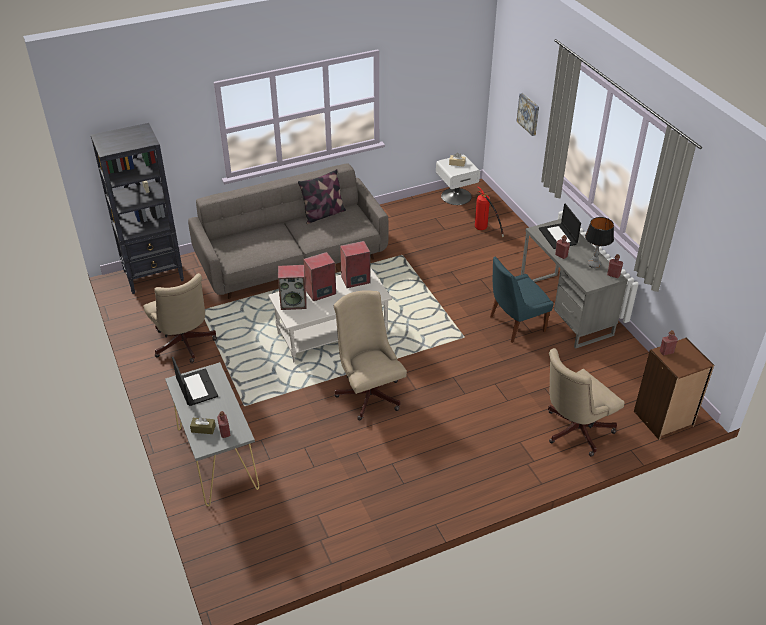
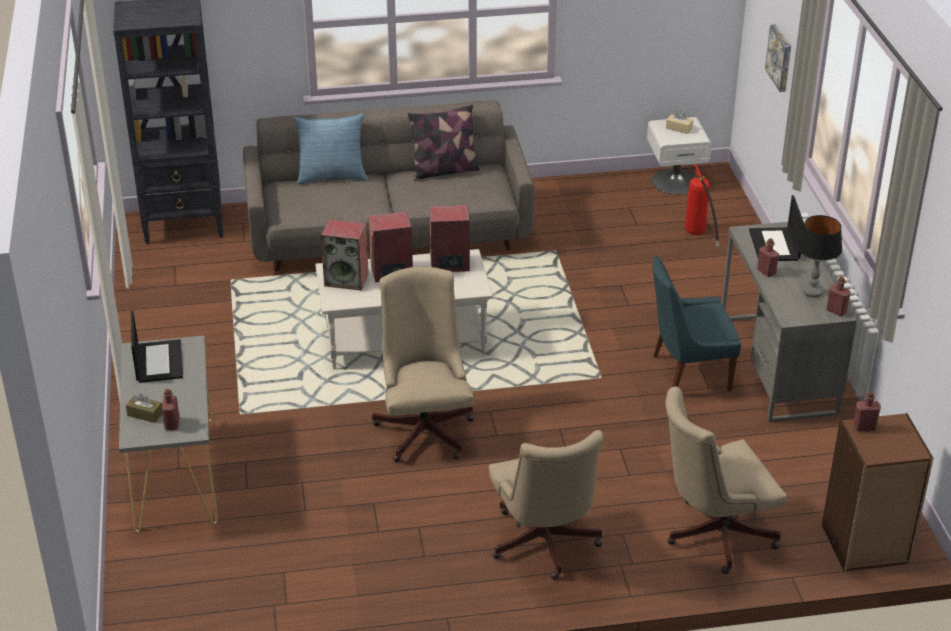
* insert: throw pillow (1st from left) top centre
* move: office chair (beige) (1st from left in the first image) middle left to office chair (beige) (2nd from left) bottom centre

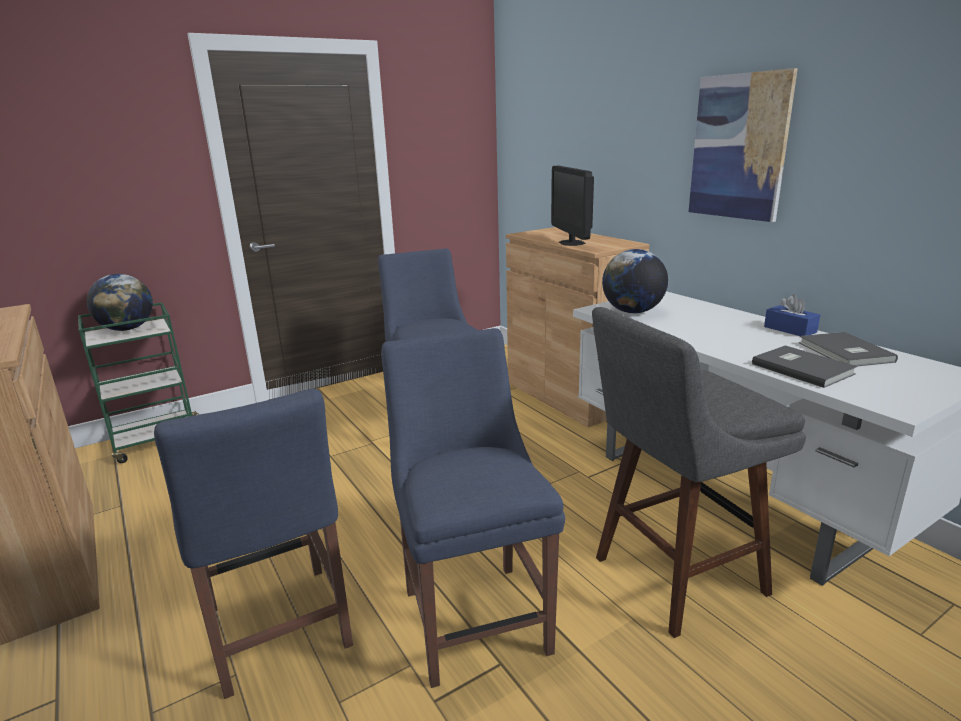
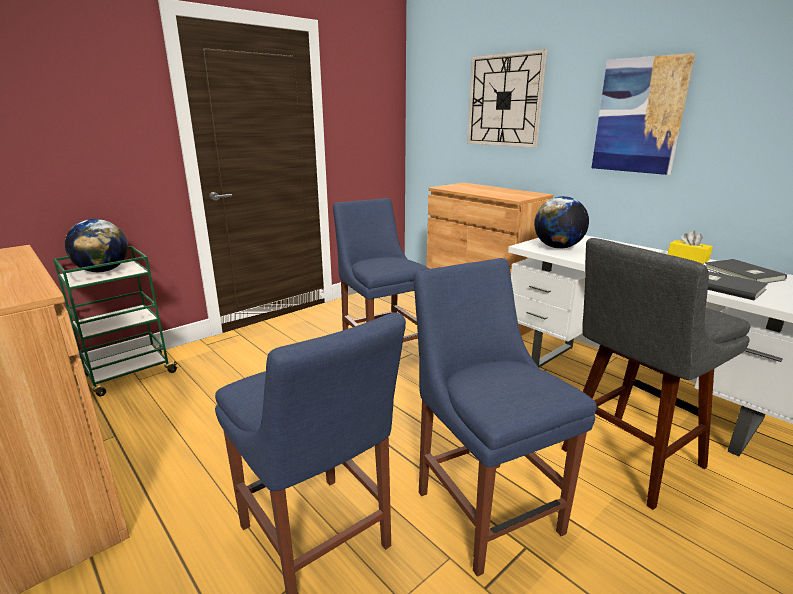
* insert: hanging clock top centre
* recolor: tissue holder (bluish) middle right to tissue holder (yellow) middle right
* delete: monitor top centre

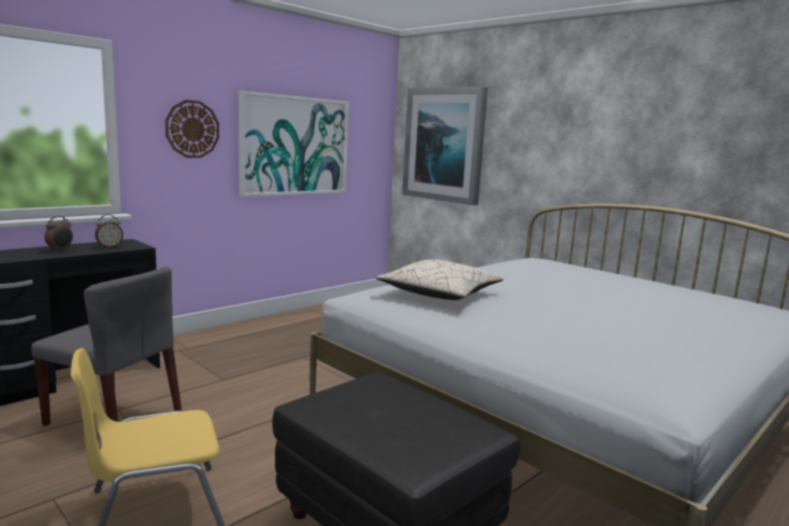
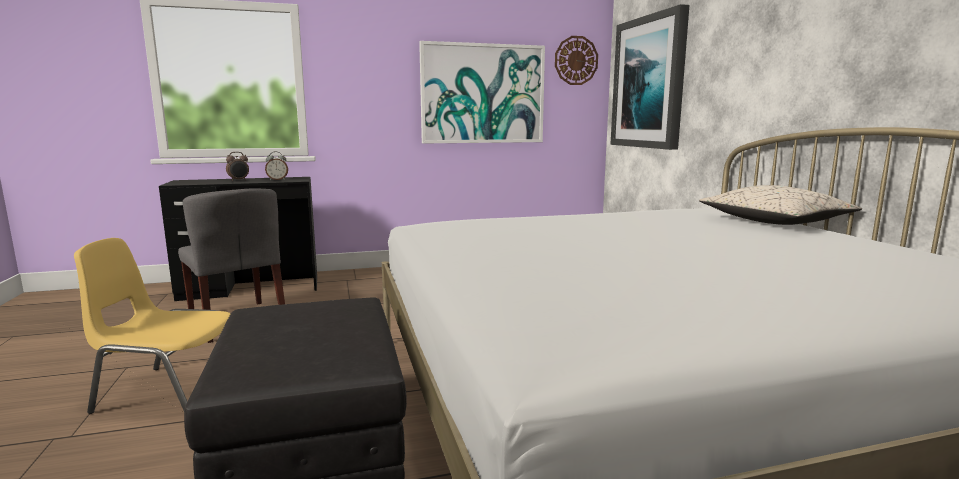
* move: hanging clock top left to top centre
* move: throw pillow (beige) centre to middle right

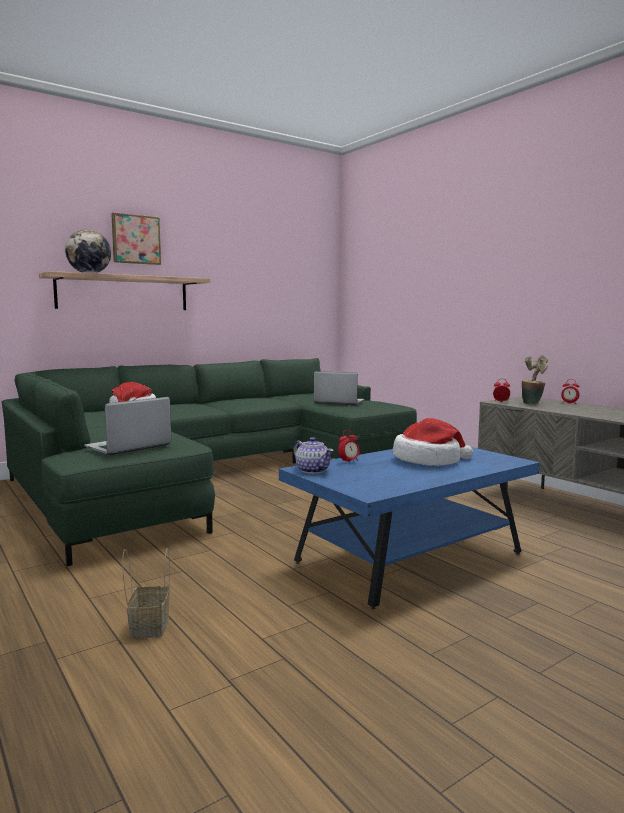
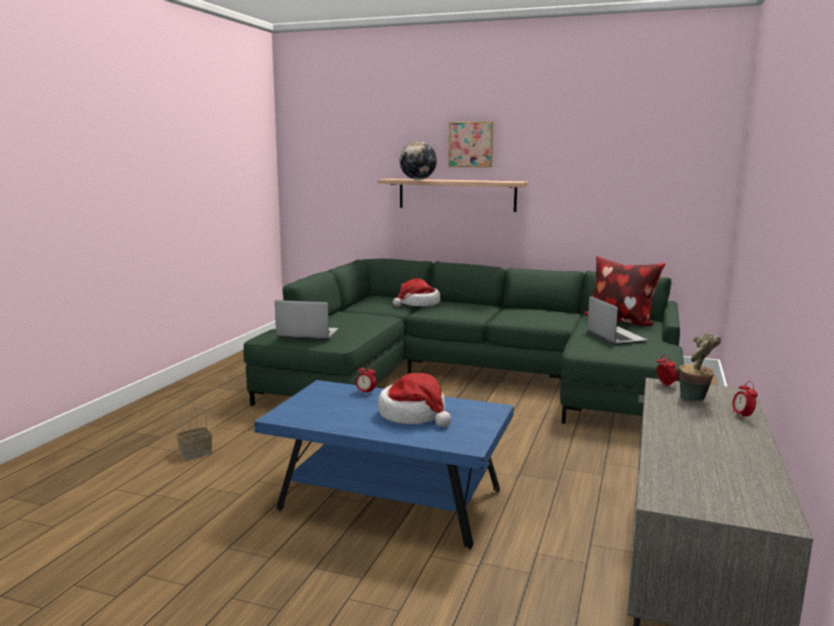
* insert: throw pillow middle right
* delete: tea pot centre

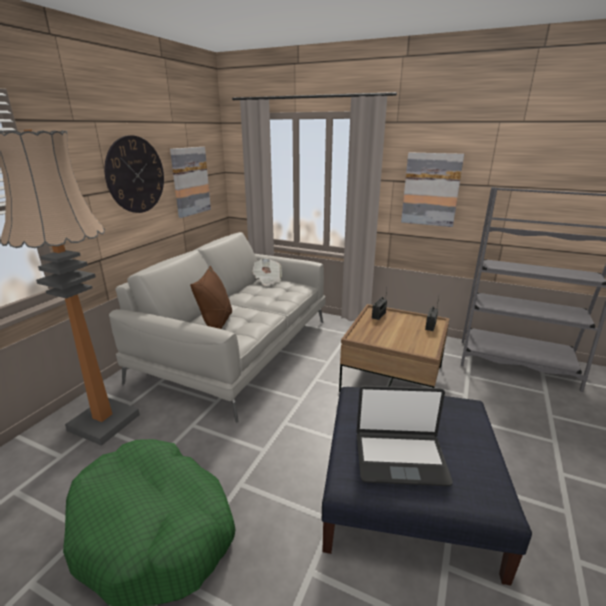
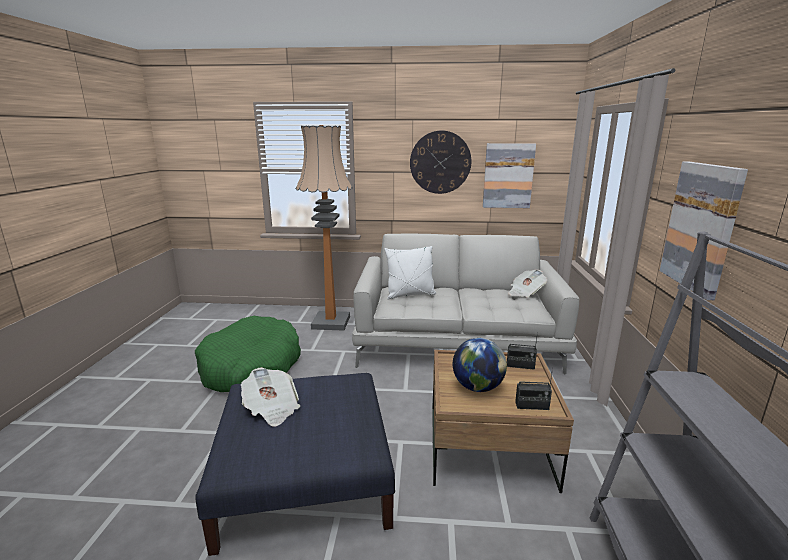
* replace: notebook computer bottom right to daily paper (1st from left) bottom centre
* recolor: throw pillow (brown-coloured) centre to throw pillow (white-coloured) centre
* insert: globe centre

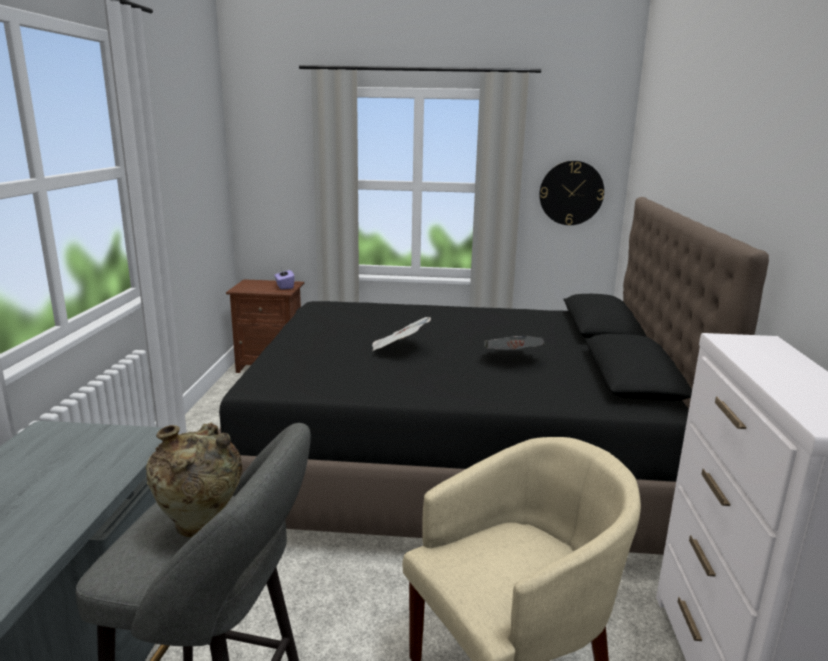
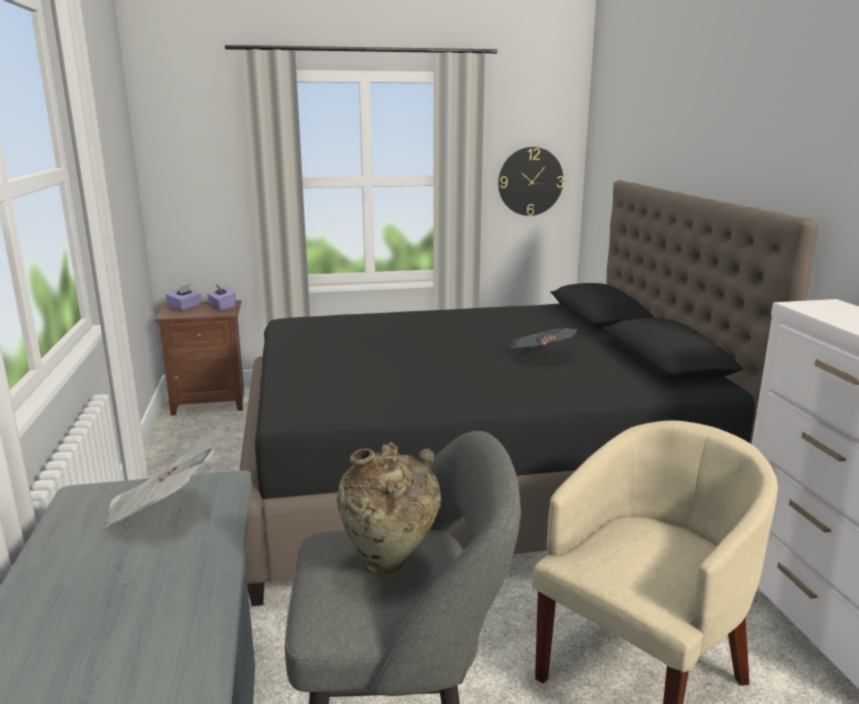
* move: daily paper (1st from left) centre to bottom left
* insert: tissue holder (purplish) (1st from left) middle left

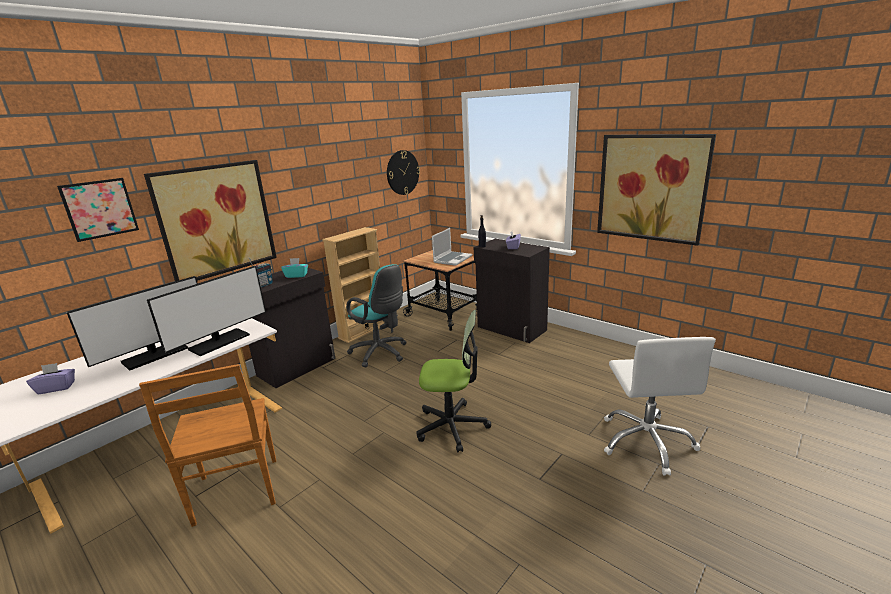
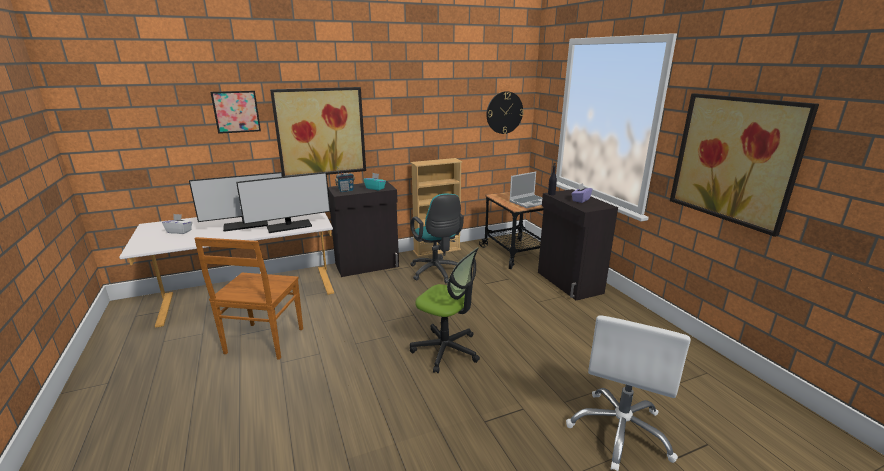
* recolor: tissue holder (purplish) (1st from left) middle left to tissue holder (white-coloured) middle left

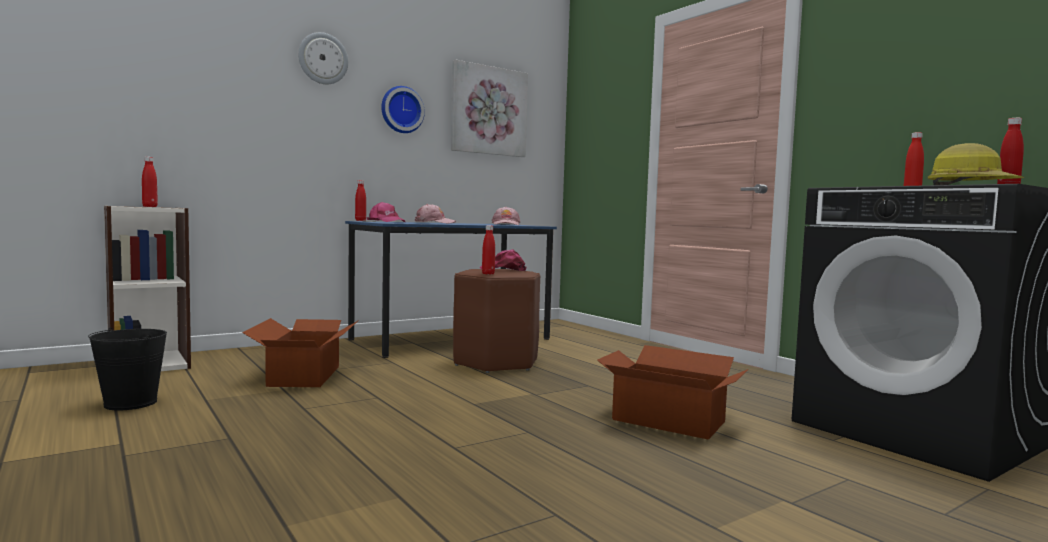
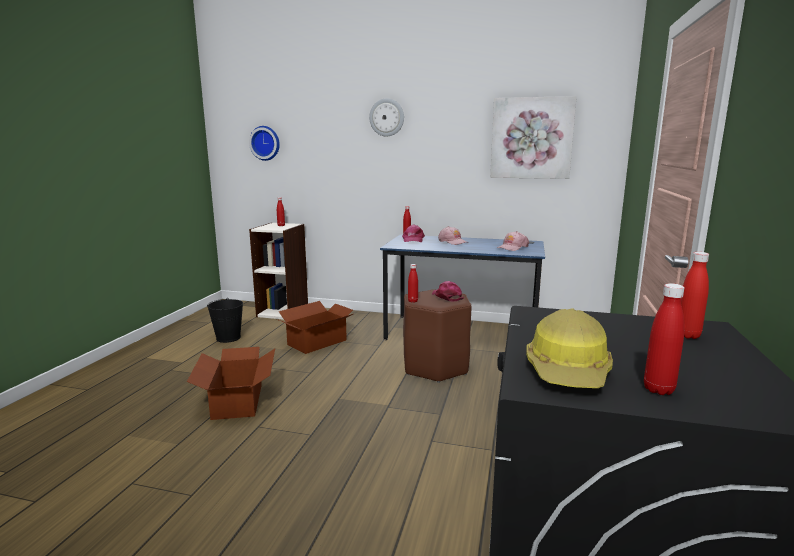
* move: packing box (2nd from left in the first image) bottom centre to packing box (1st from left) bottom left
* move: hanging clock (2nd from left in the first image) top centre to hanging clock (1st from left) top left

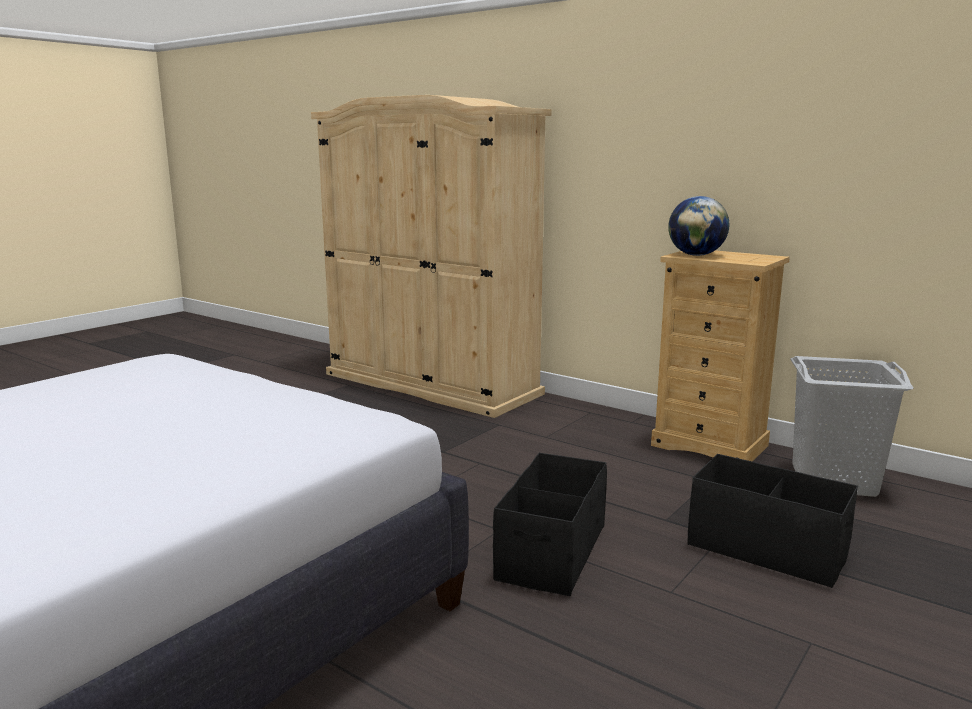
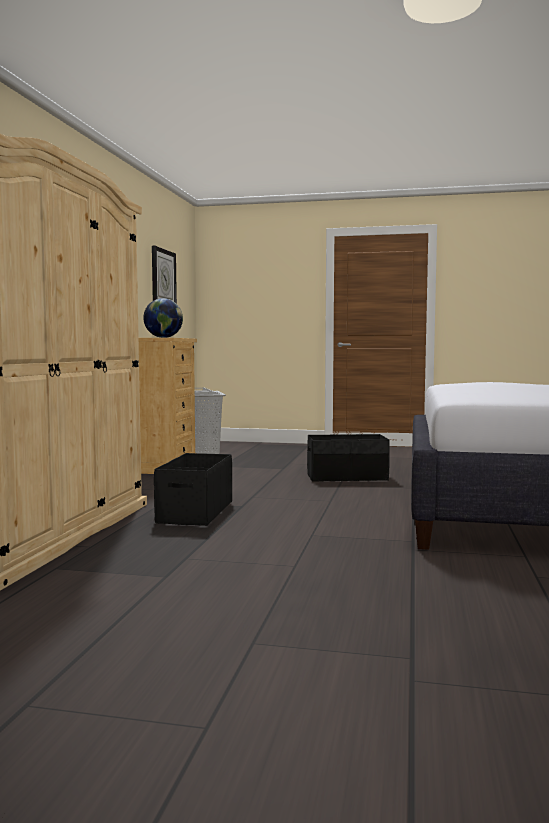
* insert: hanging clock middle left
* move: storage container (blackish) (2nd from left in the first image) bottom right to storage container (blackish) (1st from left) centre

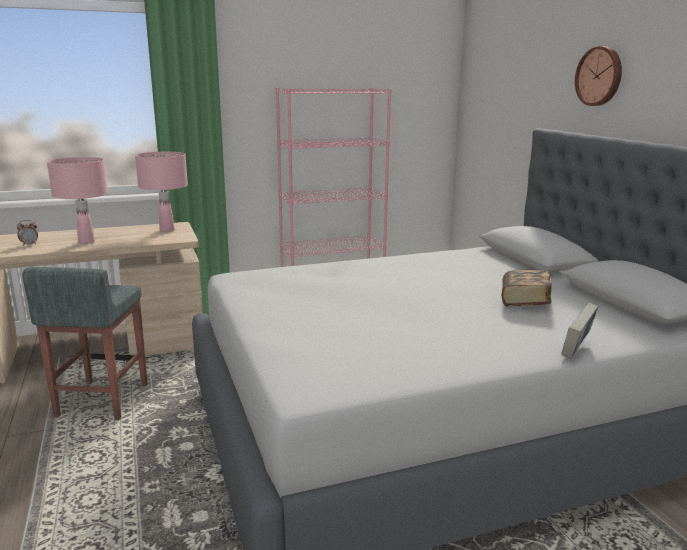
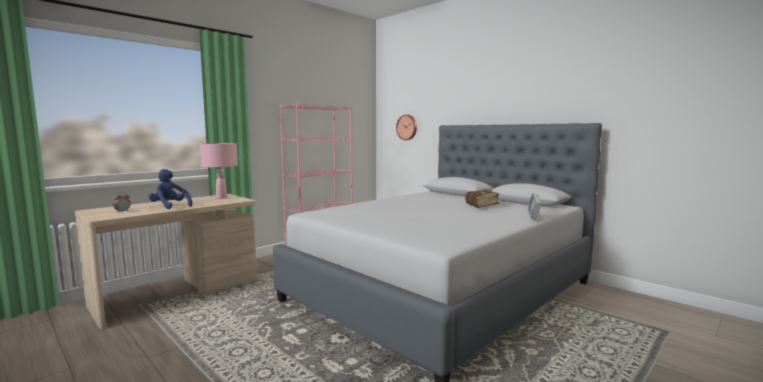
* replace: lamp for a table (pink-coloured) (1st from left) middle left to soft toy (bluish) middle left
* move: hanging clock top right to top centre
* delete: stool (greyish) middle left

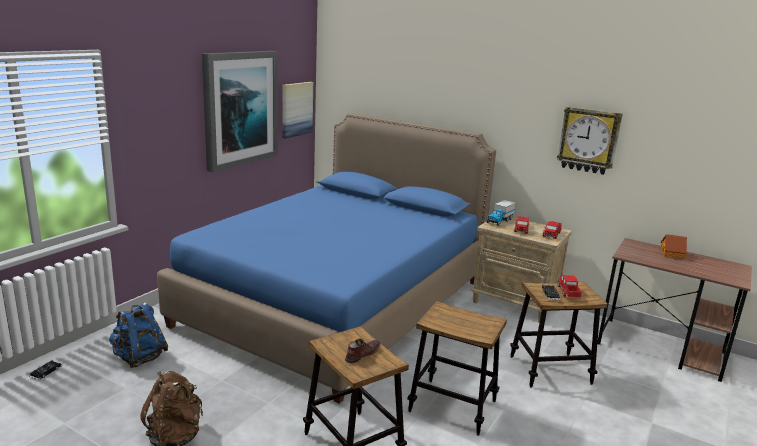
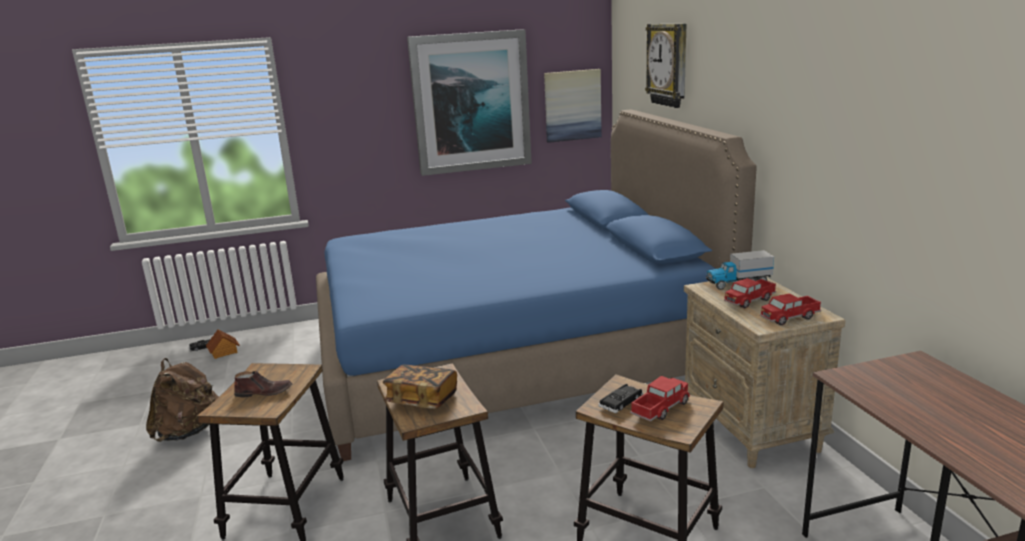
* move: miniature house middle right to middle left
* insert: volume bottom centre
* move: hanging clock top right to top centre
* delete: rucksack (bluish) bottom left

